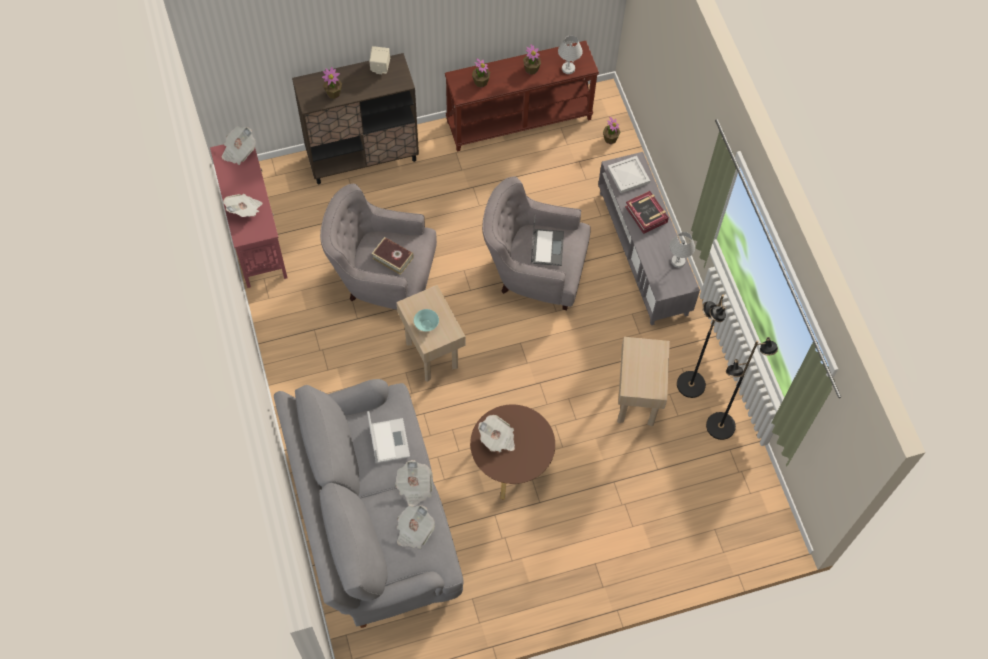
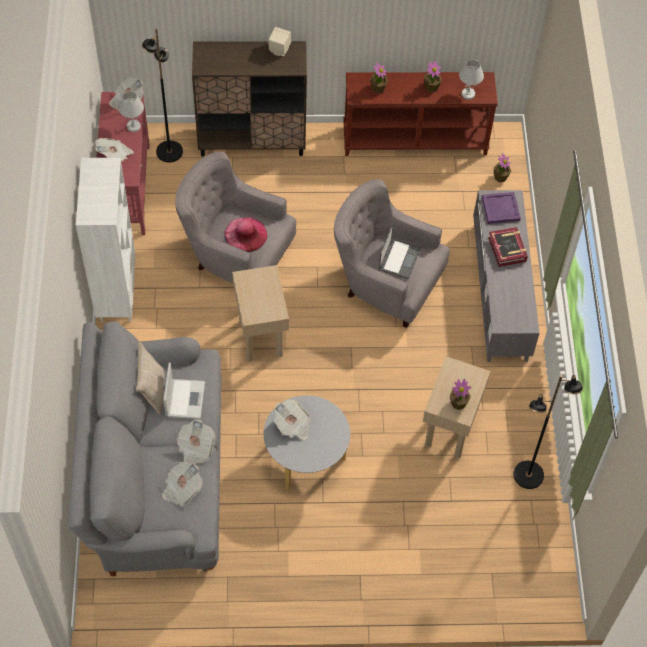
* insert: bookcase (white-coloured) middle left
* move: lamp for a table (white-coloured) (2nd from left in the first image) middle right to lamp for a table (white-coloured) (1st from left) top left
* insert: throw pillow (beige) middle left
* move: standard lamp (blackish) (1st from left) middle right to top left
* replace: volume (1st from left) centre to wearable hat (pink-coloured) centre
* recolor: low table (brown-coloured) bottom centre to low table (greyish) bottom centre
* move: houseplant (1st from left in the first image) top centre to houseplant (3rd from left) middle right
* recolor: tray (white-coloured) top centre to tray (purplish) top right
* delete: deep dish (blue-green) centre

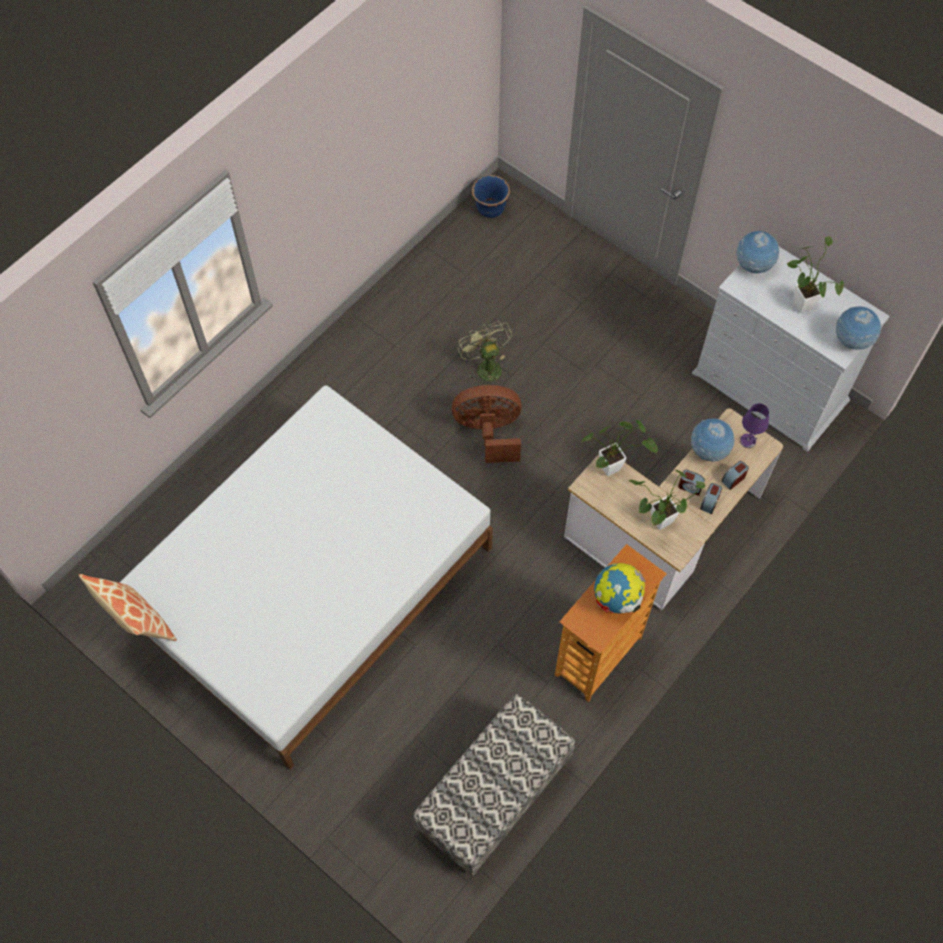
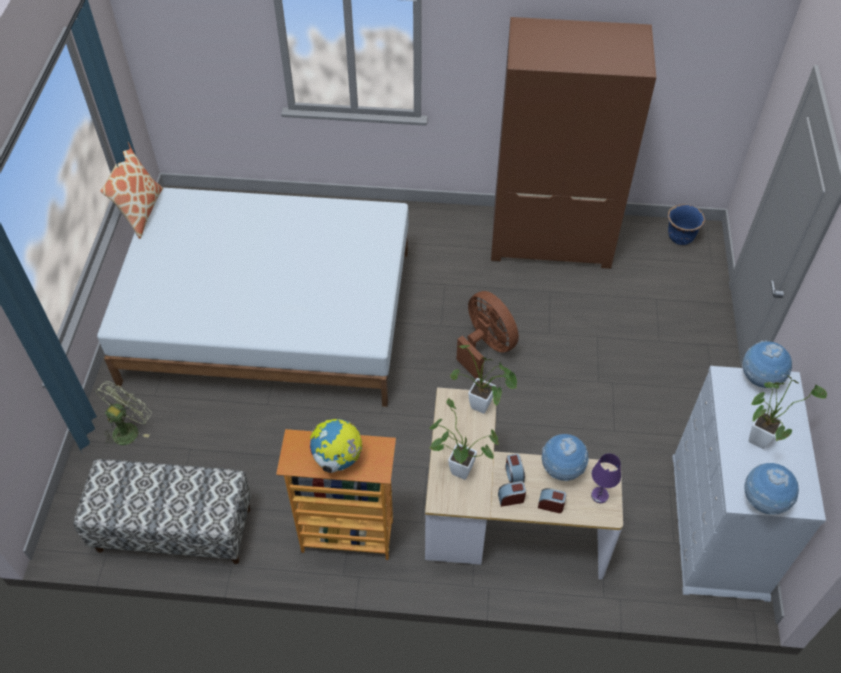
* move: fan (green) centre to middle left
* insert: clothes cupboard (brown-coloured) top right

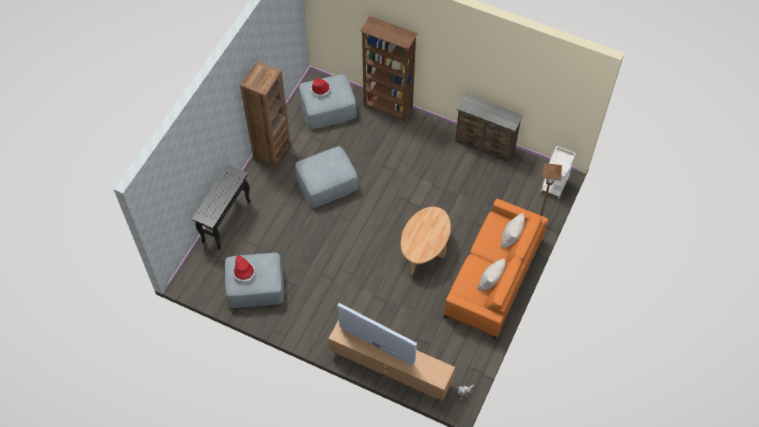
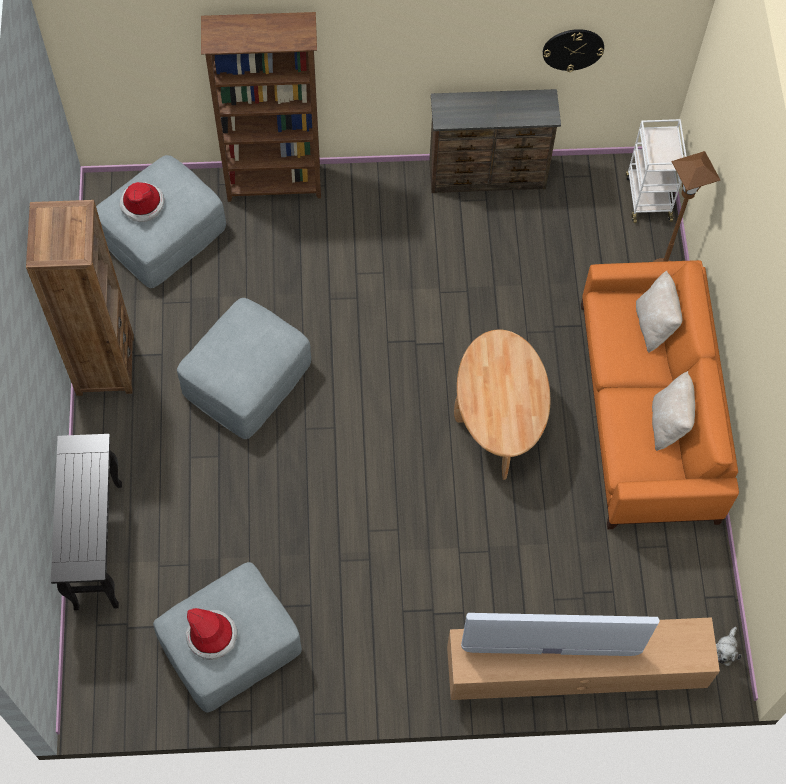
* insert: hanging clock top right

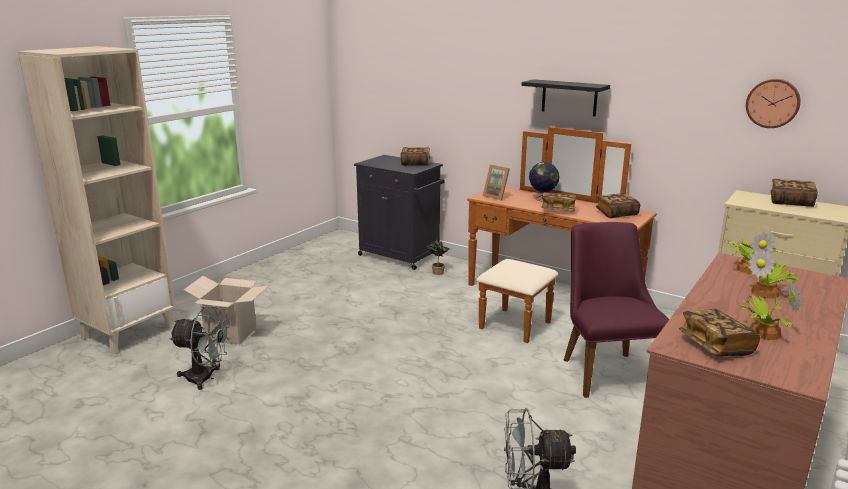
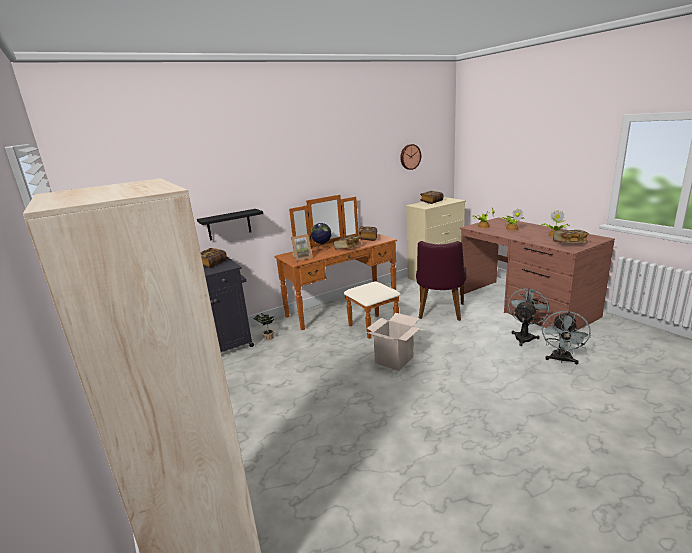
* move: wall shelf (blackish) top right to middle left
* move: packing box middle left to centre
* rotate: plain chair (purplish) middle right = centre 90 degrees counterclockwise
* move: fan (greyish) (1st from left) bottom left to middle right

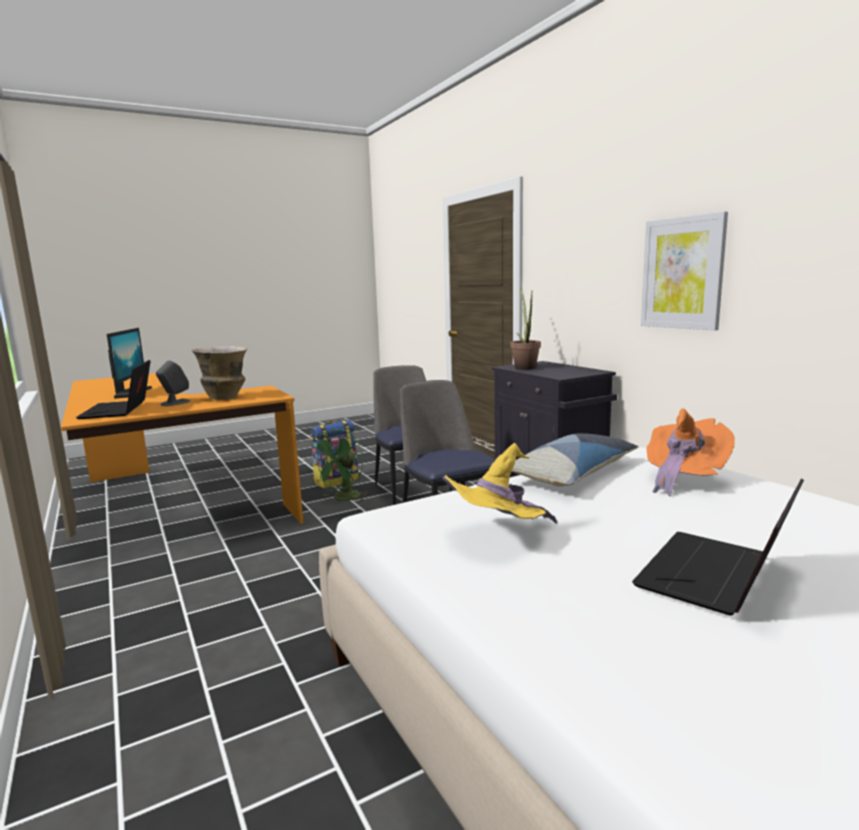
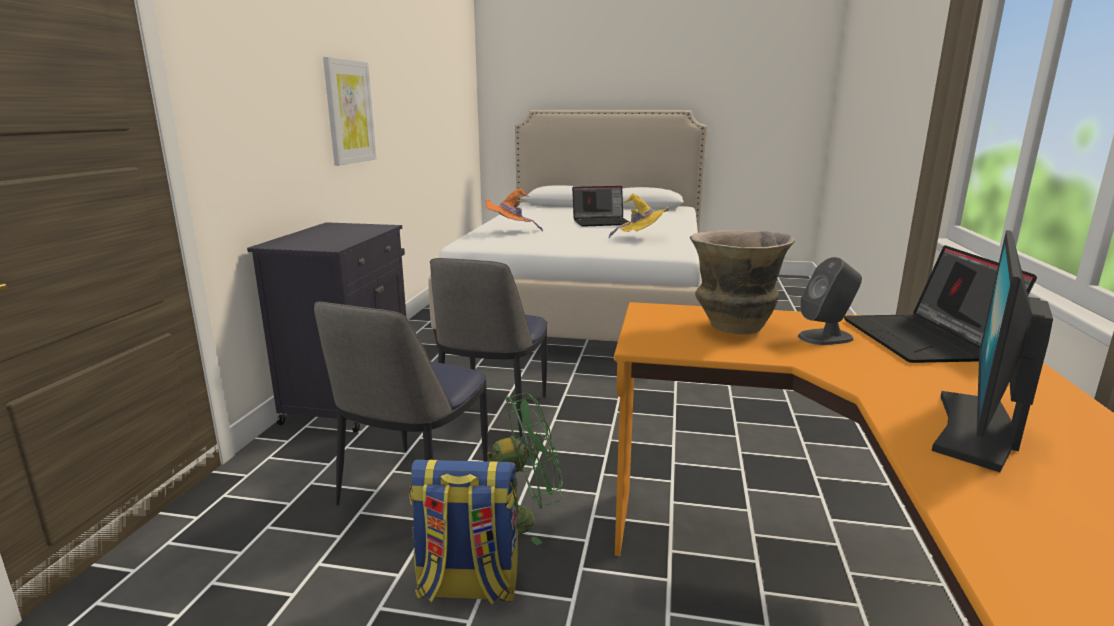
* rotate: notebook computer (1st from left in the first image) middle left = middle right 150 degrees clockwise
* delete: houseplant centre
* delete: throw pillow middle right

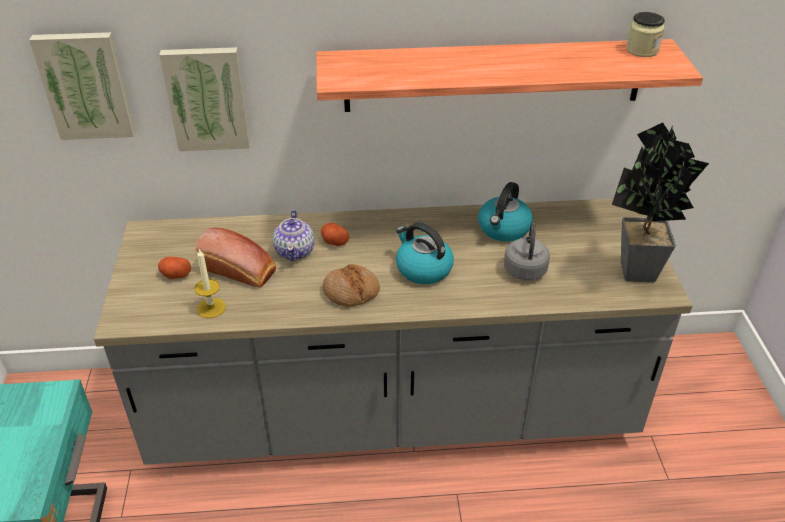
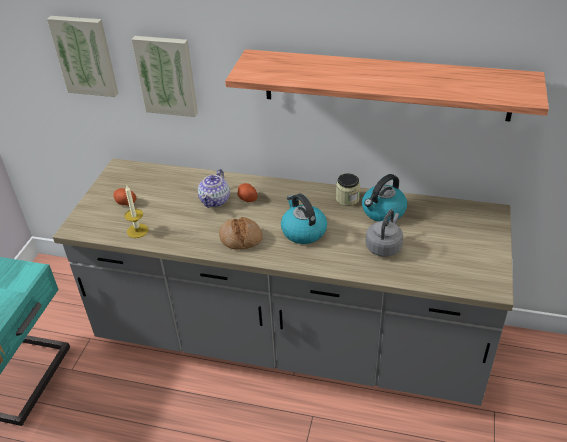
* move: preserve jar top right to centre
* delete: baked bread (1st from left) middle left
* delete: houseplant middle right

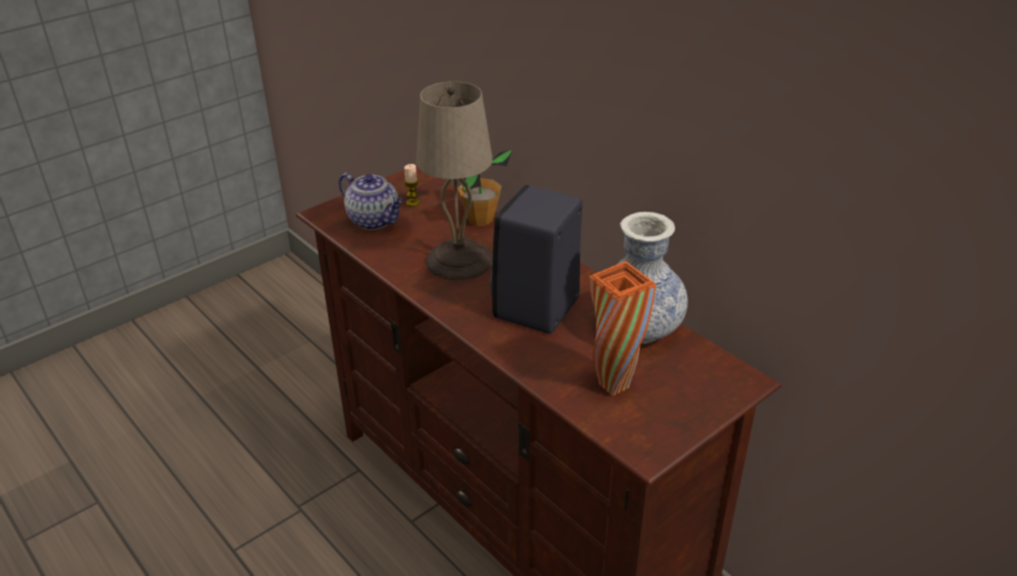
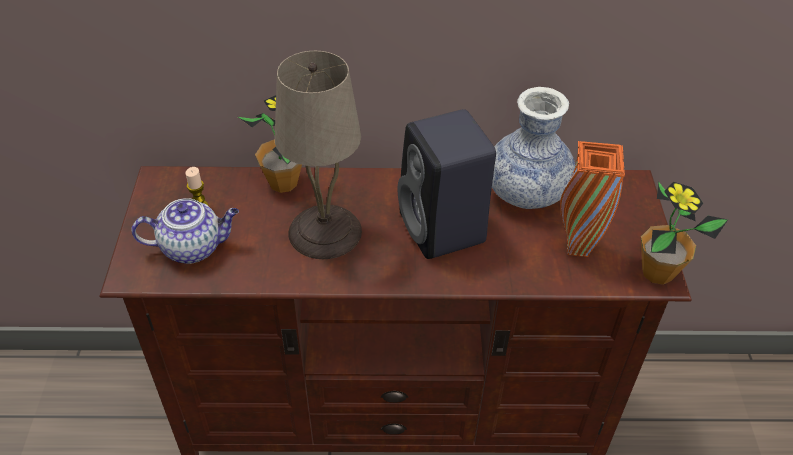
* insert: houseplant (2nd from left) middle right

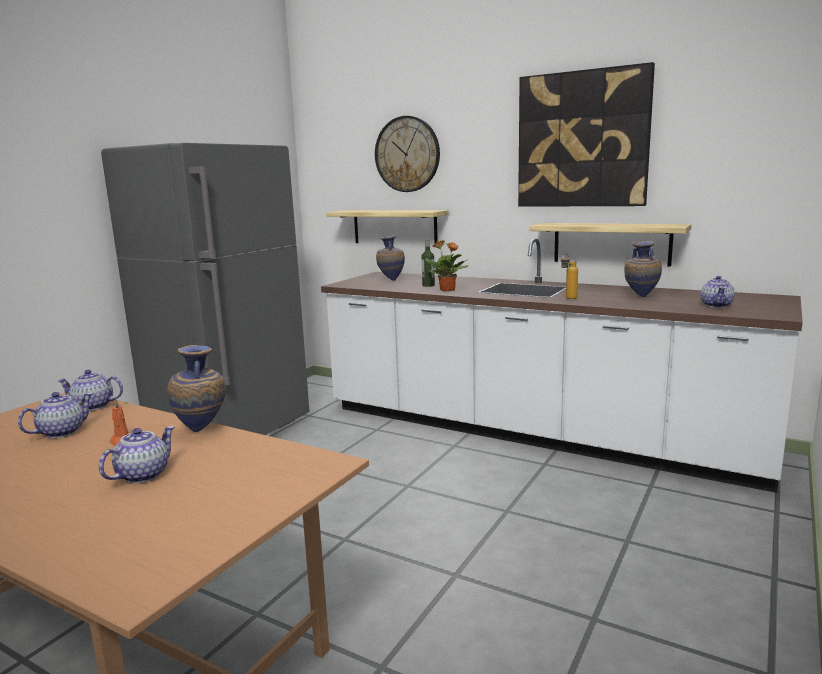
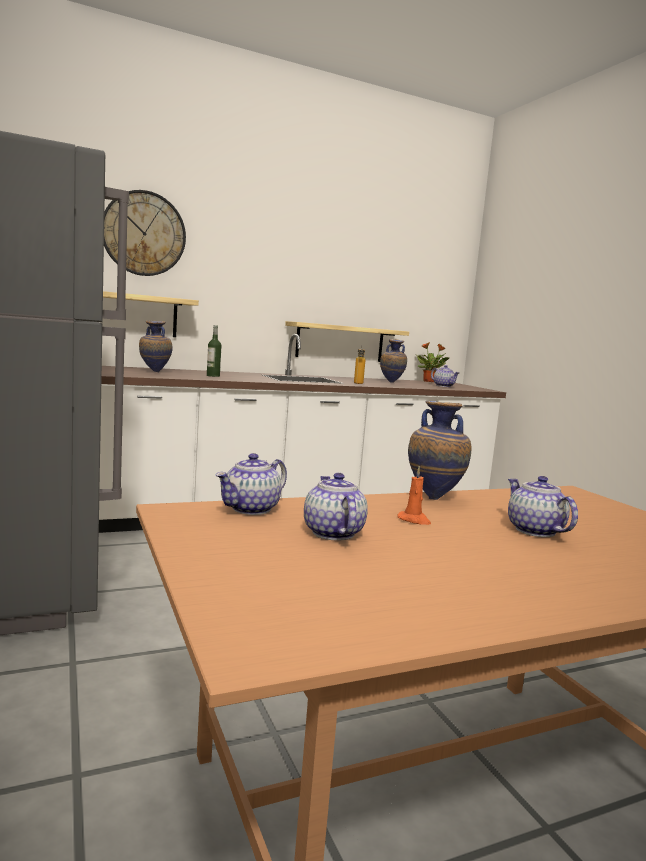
* move: houseplant centre to middle right
* delete: picture top right

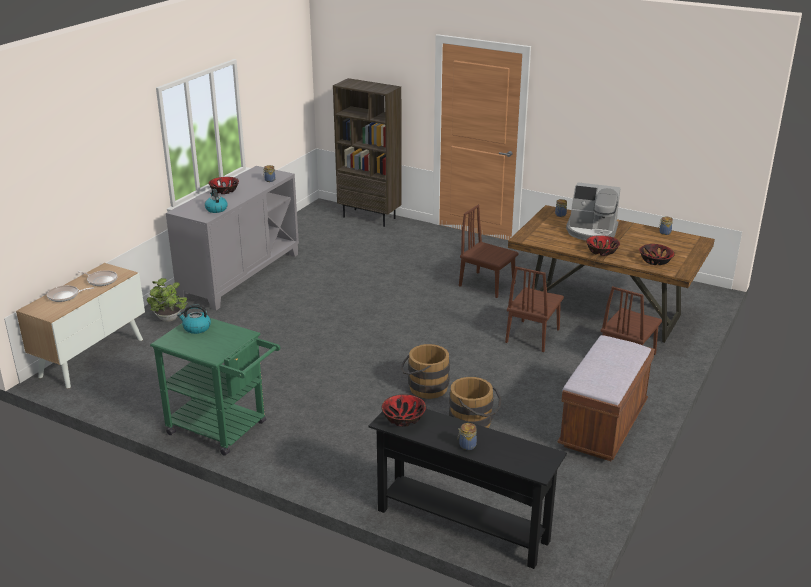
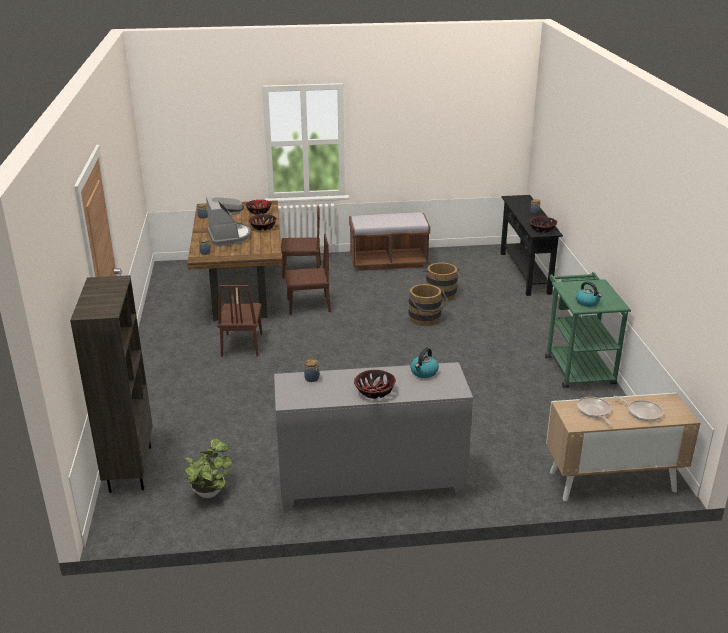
* move: houseplant middle left to bottom left

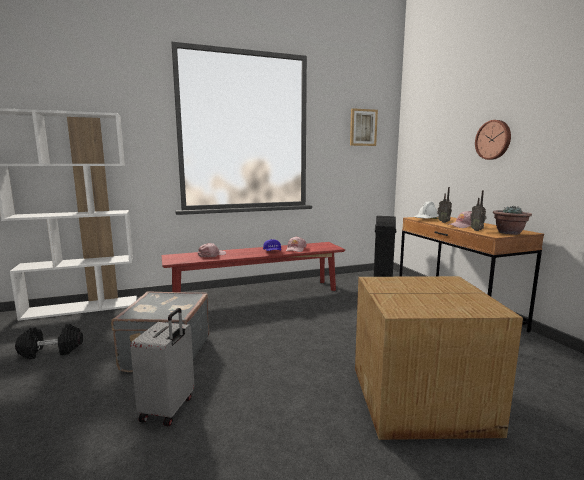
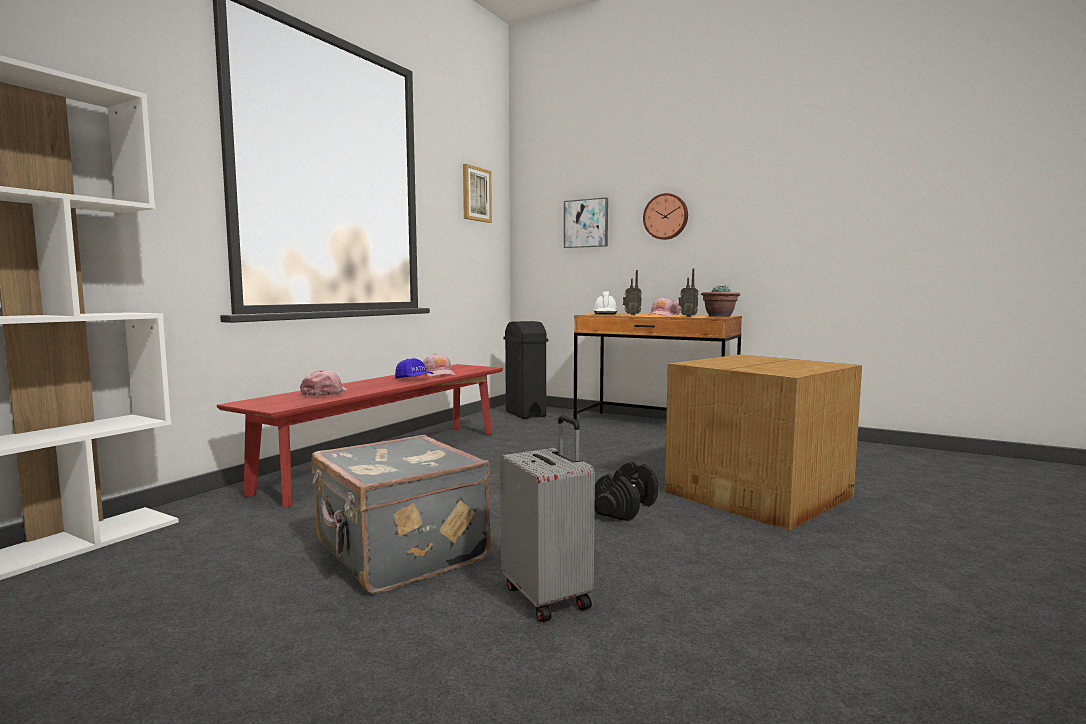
* insert: picture (2nd from left) top centre
* move: free weight (blackish) bottom left to bottom centre

